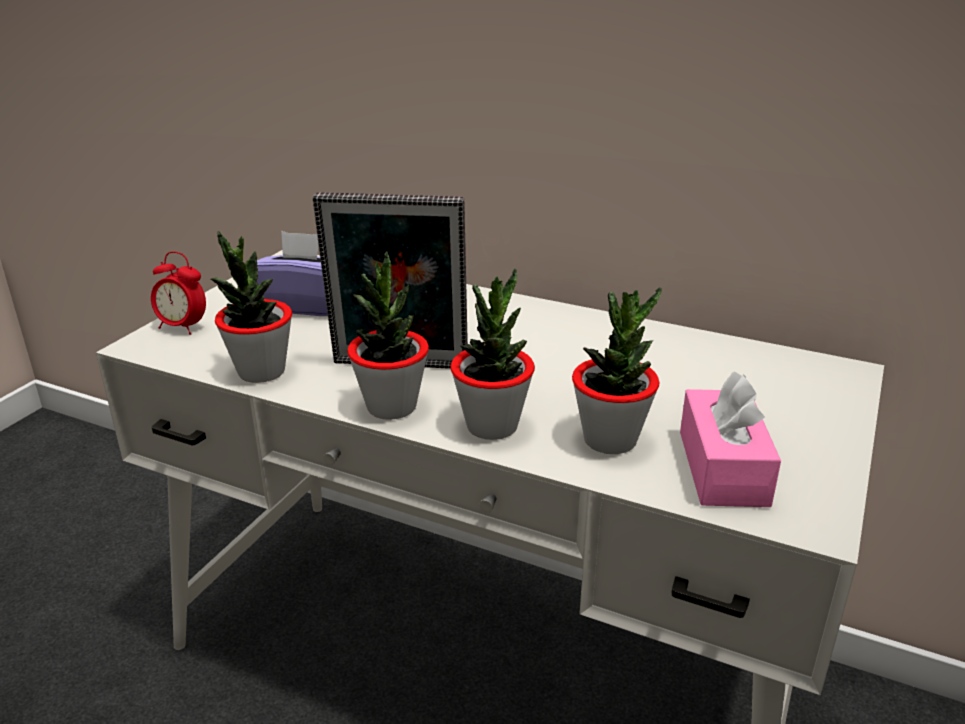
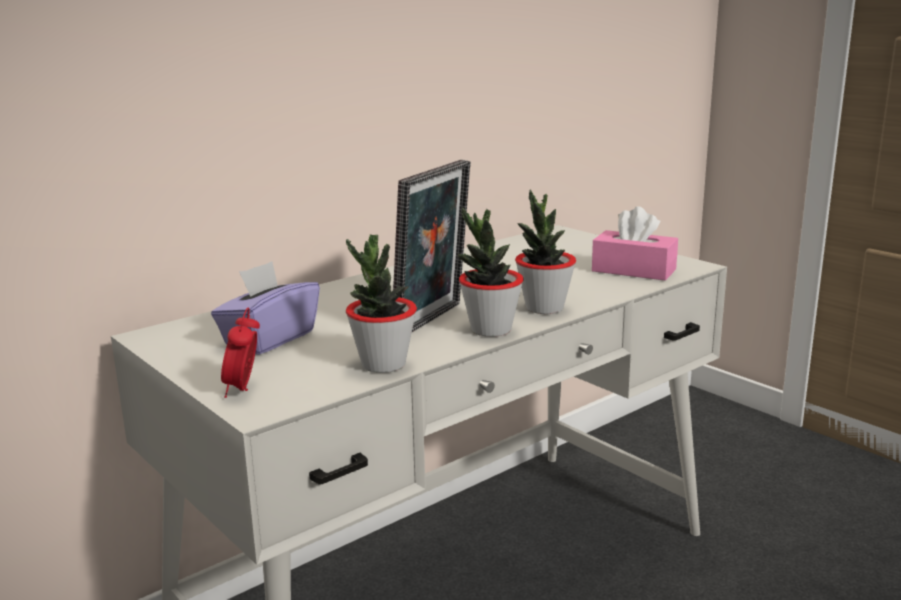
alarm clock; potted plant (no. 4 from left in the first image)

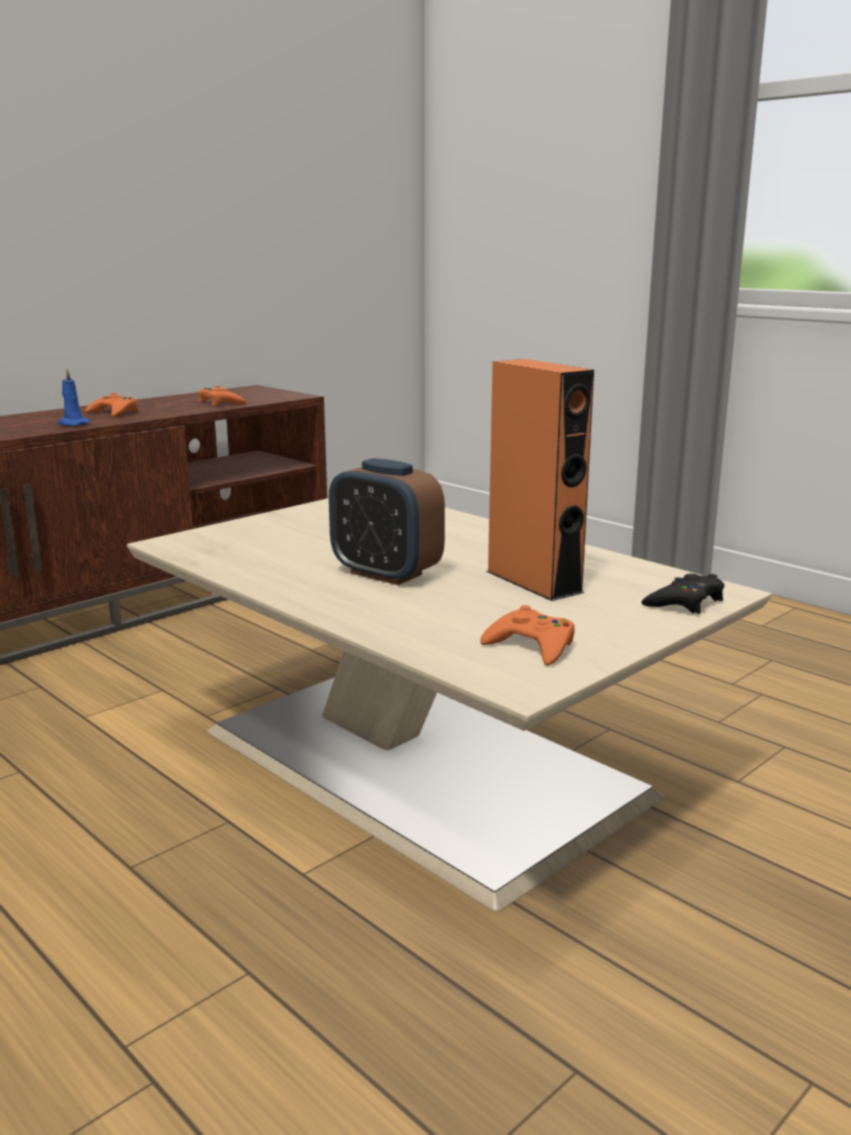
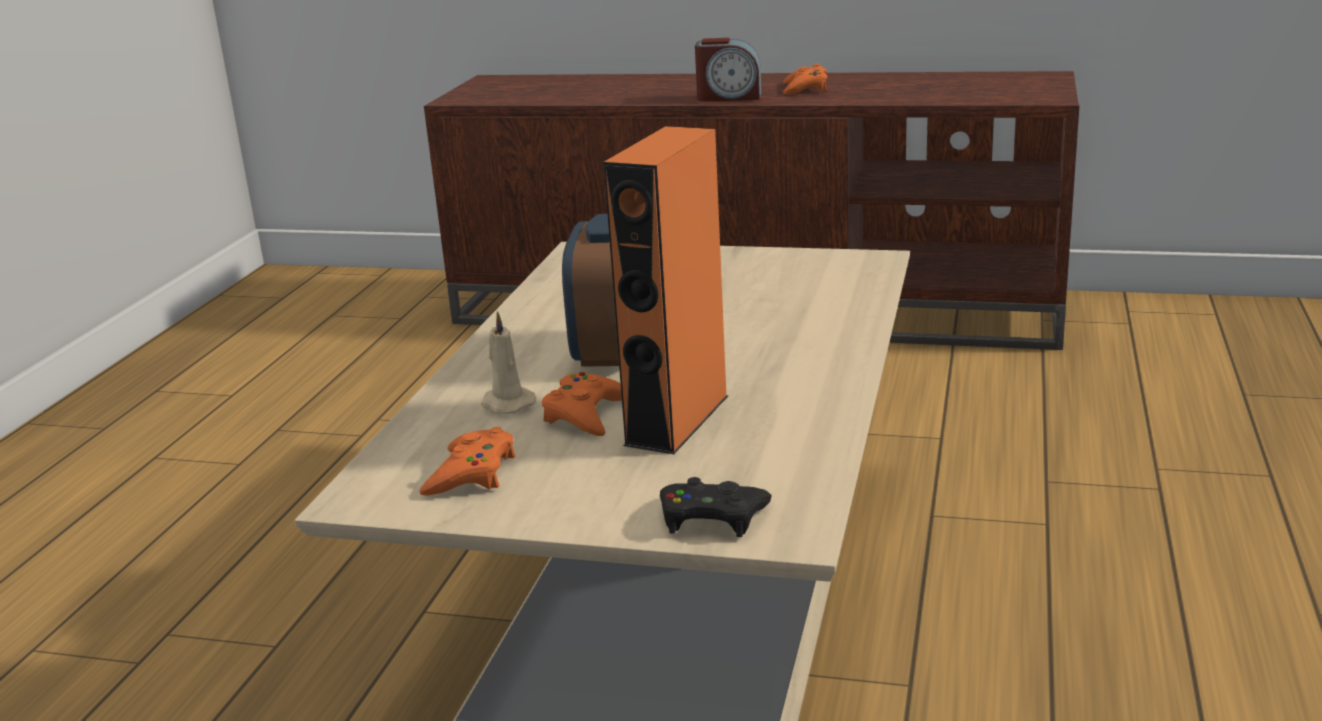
alarm clock (no. 2 from left); game controller (orange) (no. 2 from left); candle (beige)

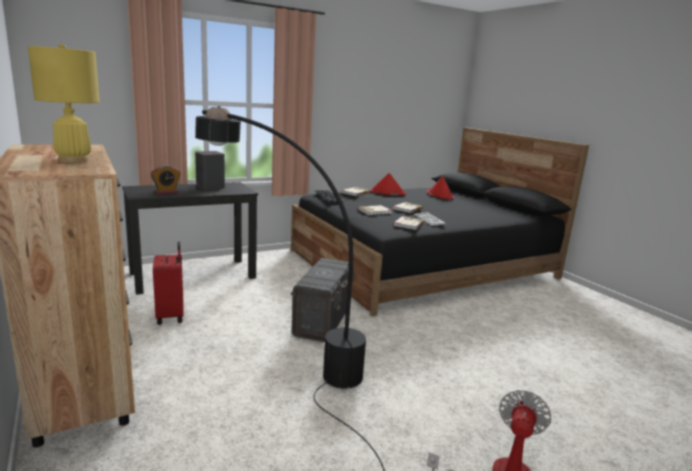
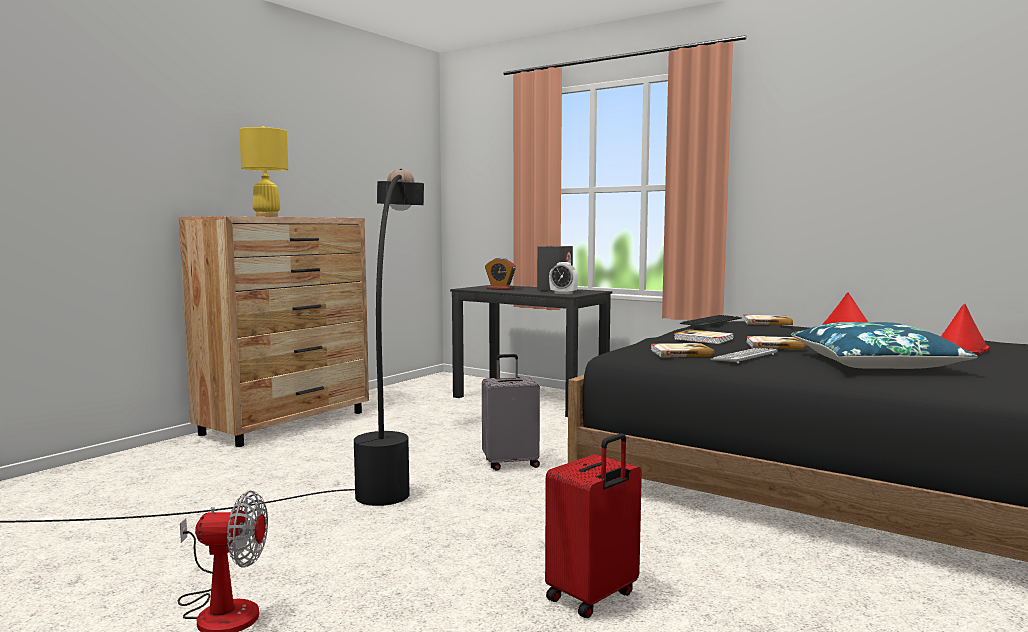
suitcase (red); suitcase (grey); alarm clock (no. 2 from left); pillow (blue)

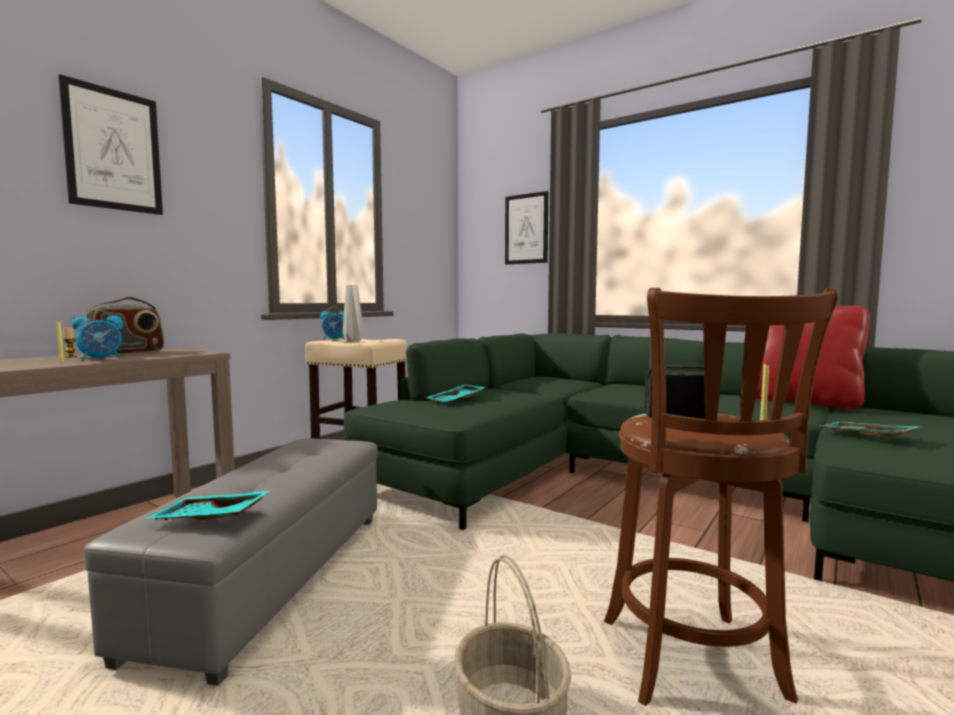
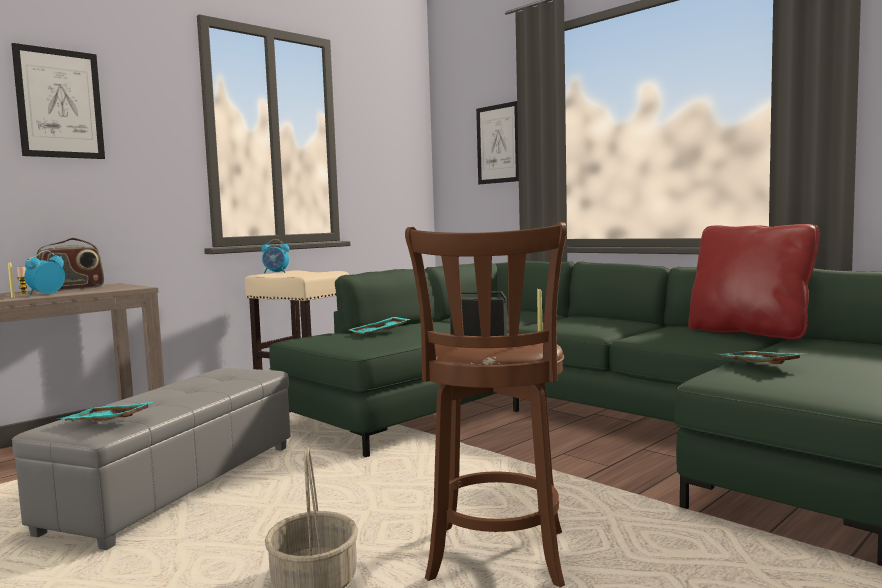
vase (grey); alarm clock (no. 1 from left)

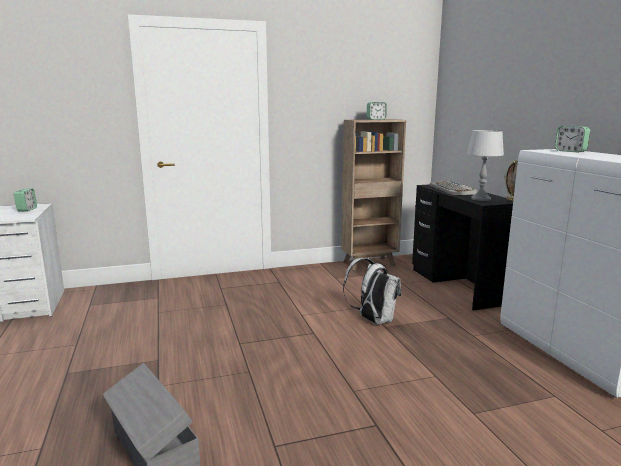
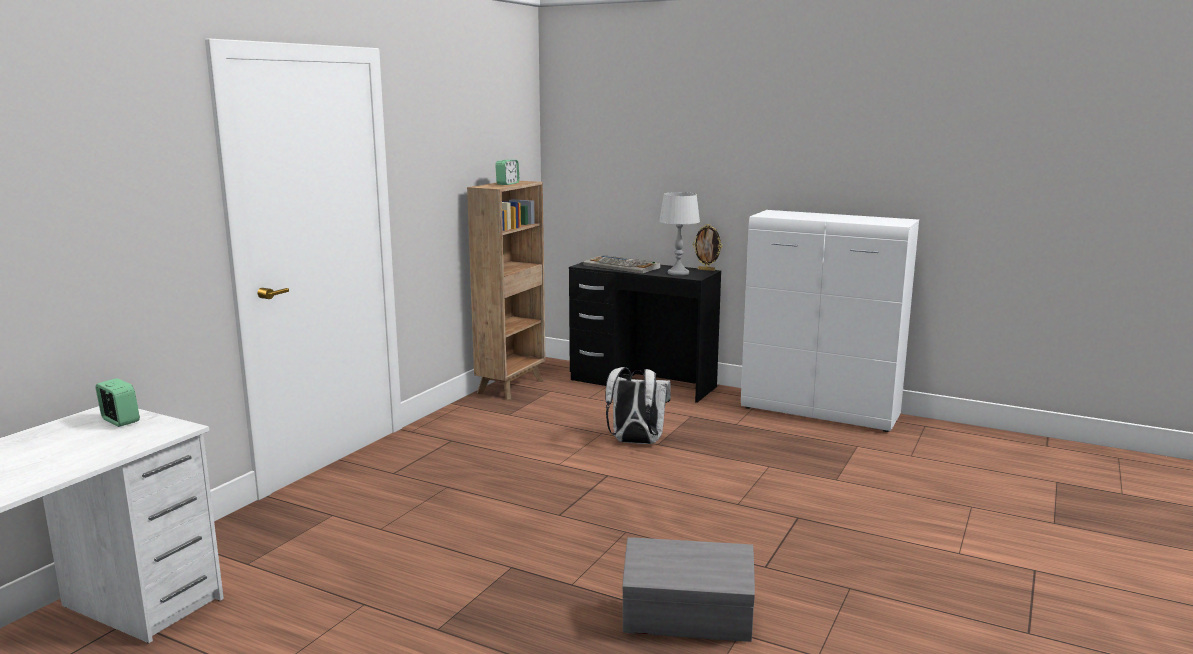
alarm clock (no. 3 from left in the first image)

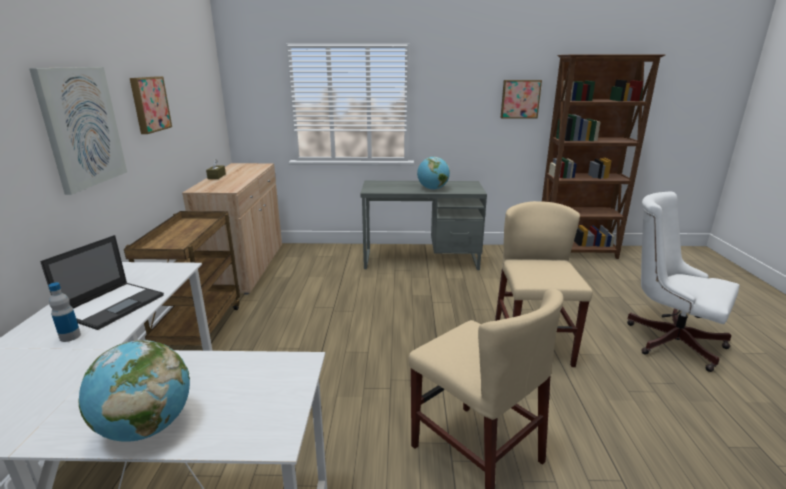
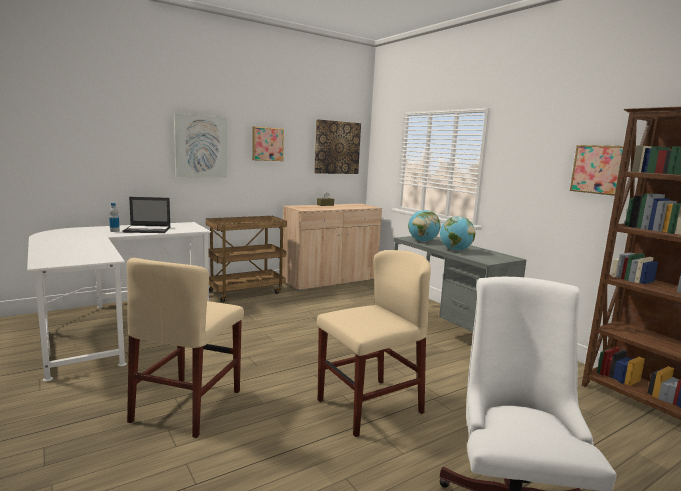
globe (no. 1 from left); picture (no. 3 from left)

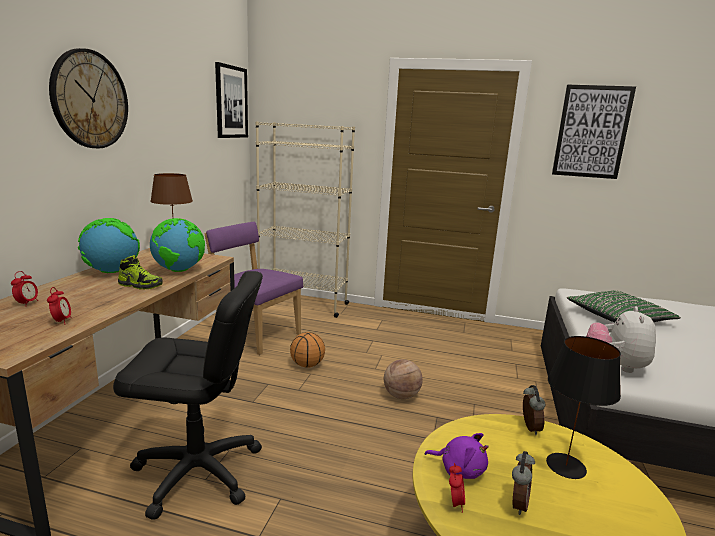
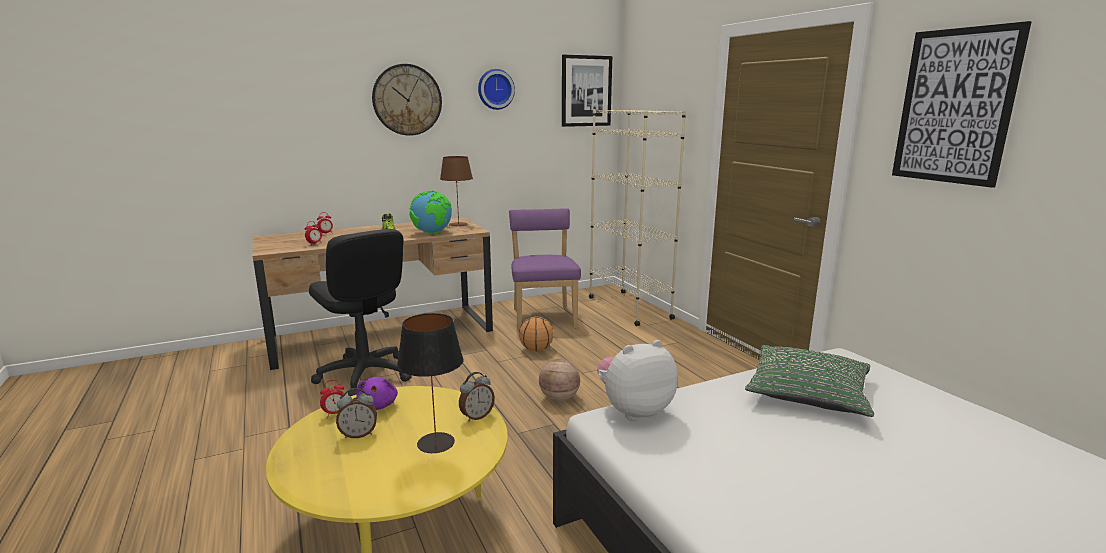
globe (no. 1 from left in the first image); wall clock (no. 2 from left)

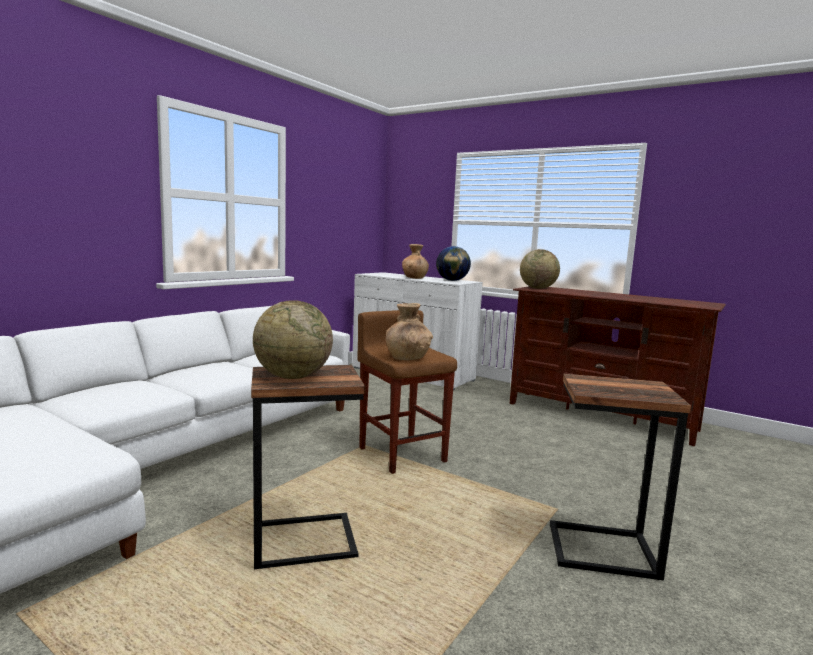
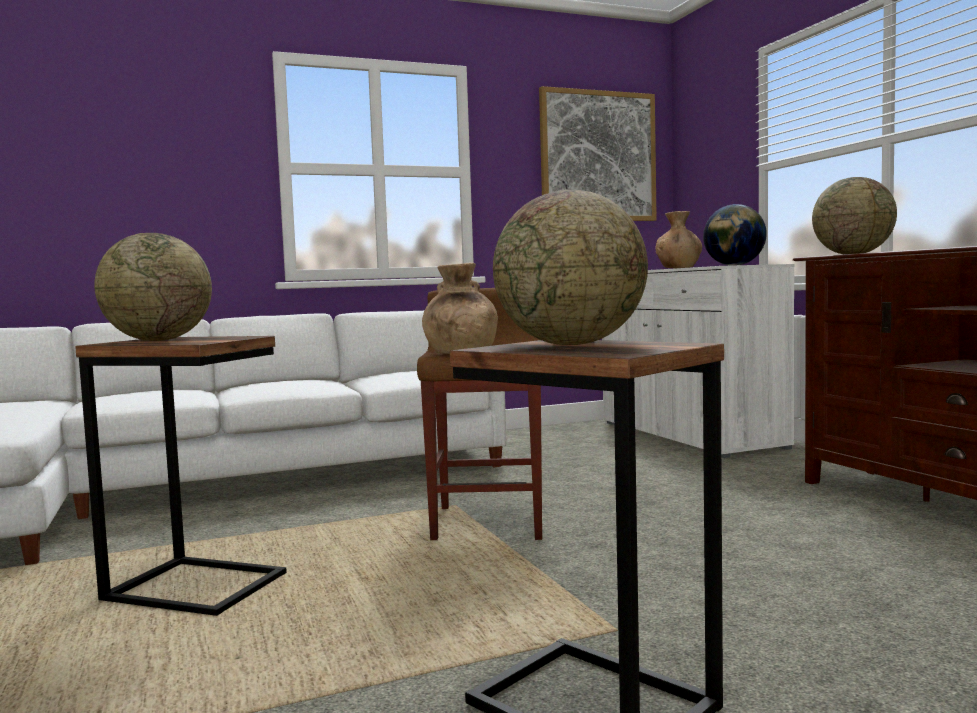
picture; globe (no. 2 from left)

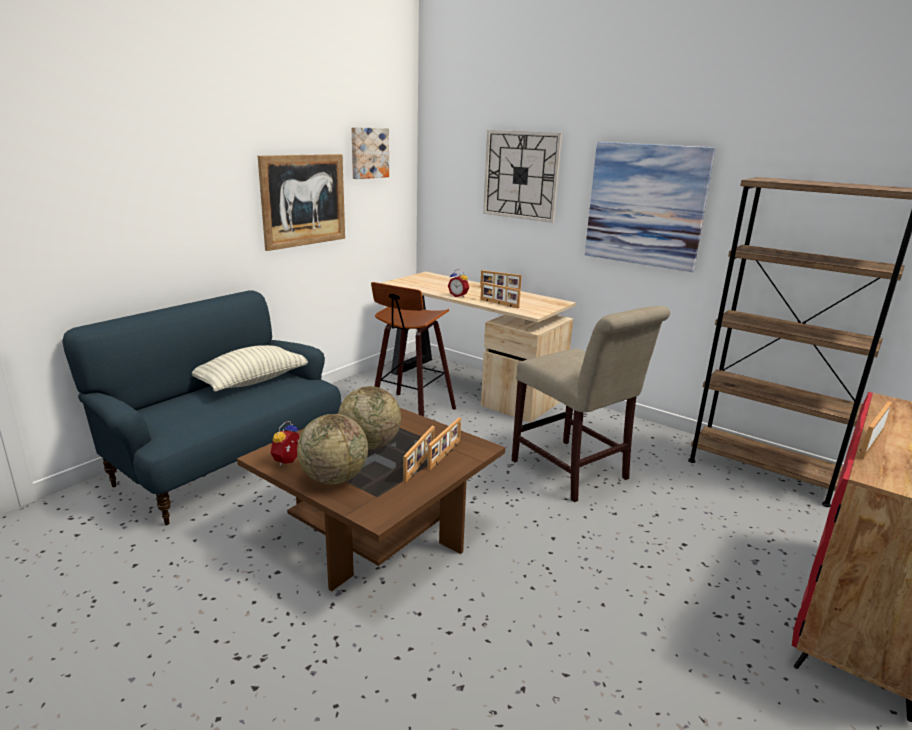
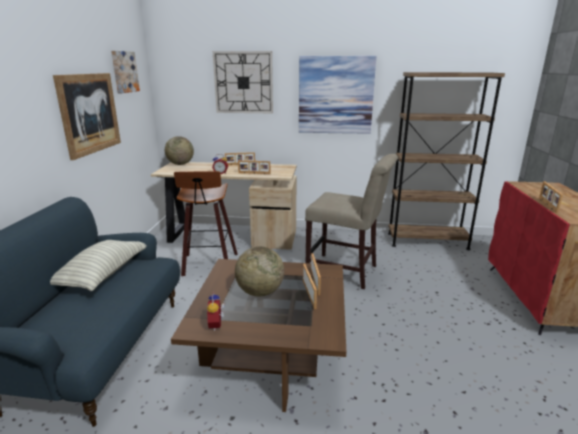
globe (no. 1 from left)

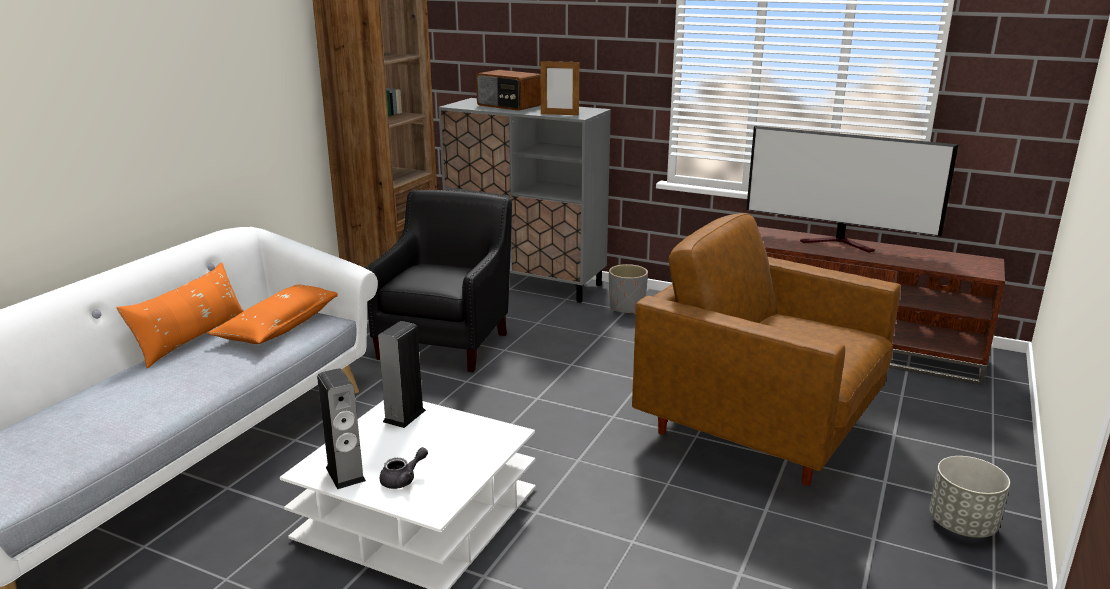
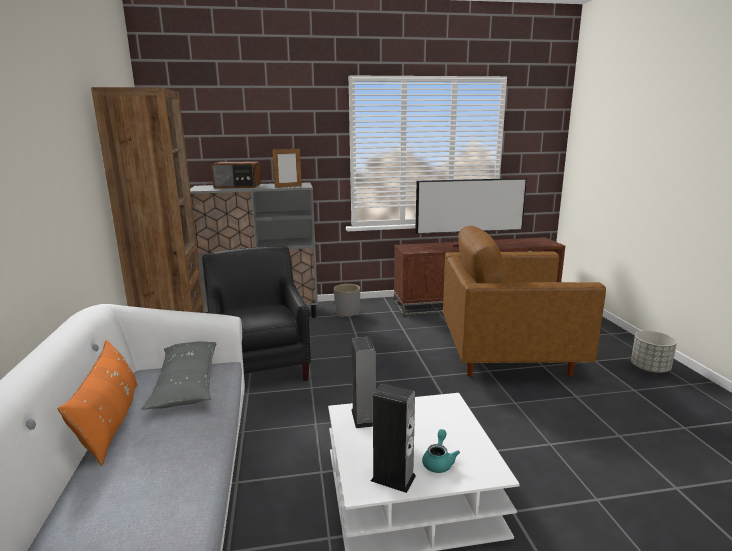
pillow (grey); teapot (turquoise)

